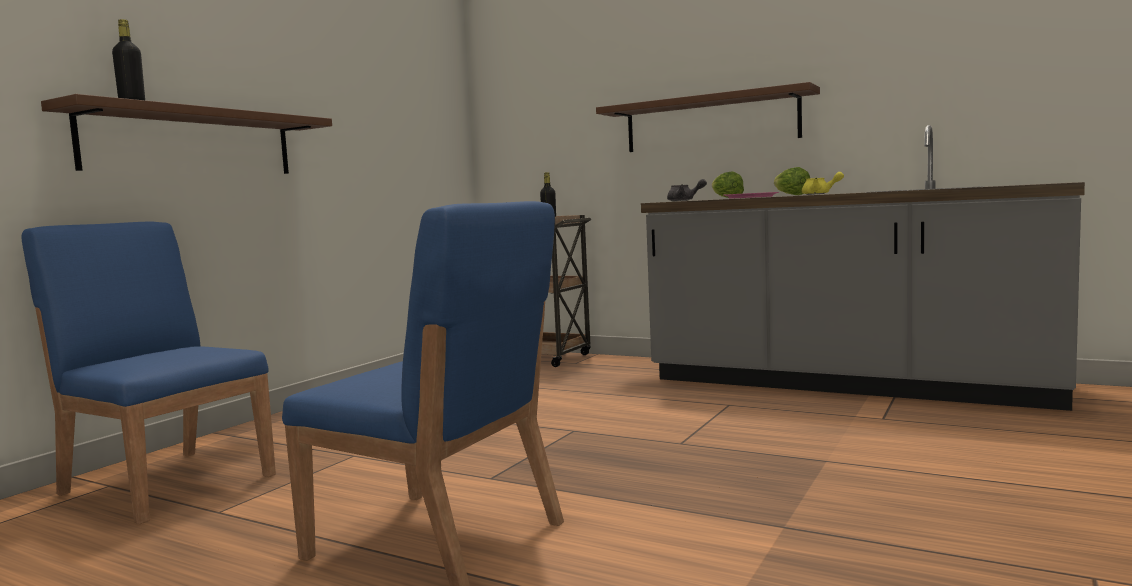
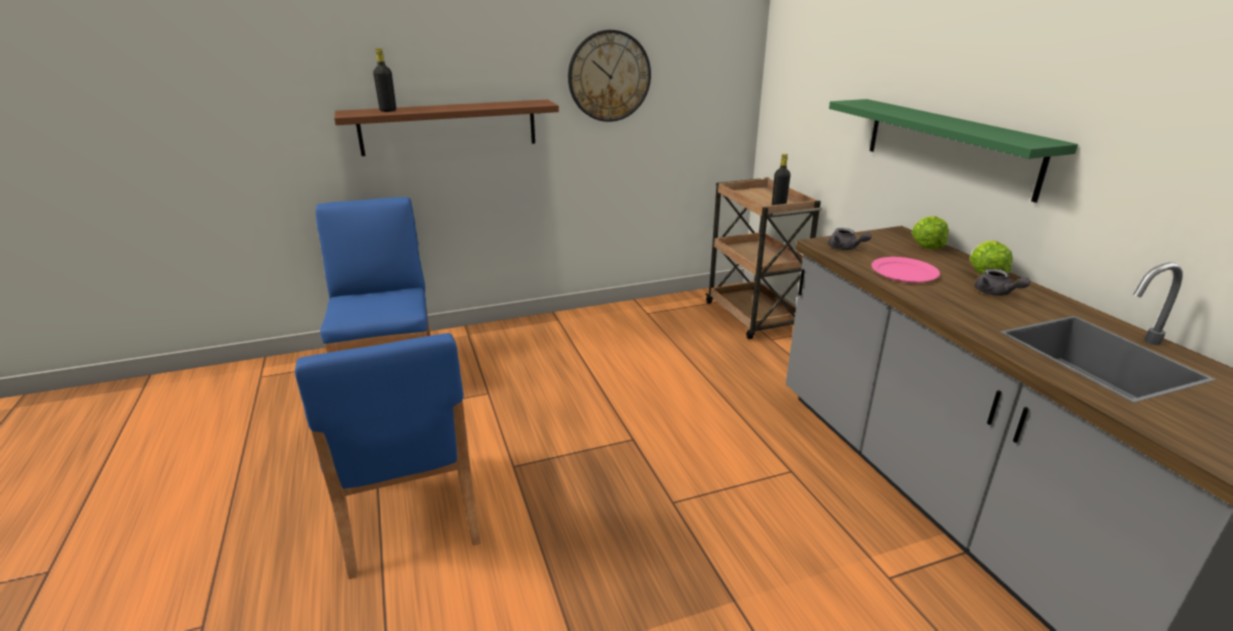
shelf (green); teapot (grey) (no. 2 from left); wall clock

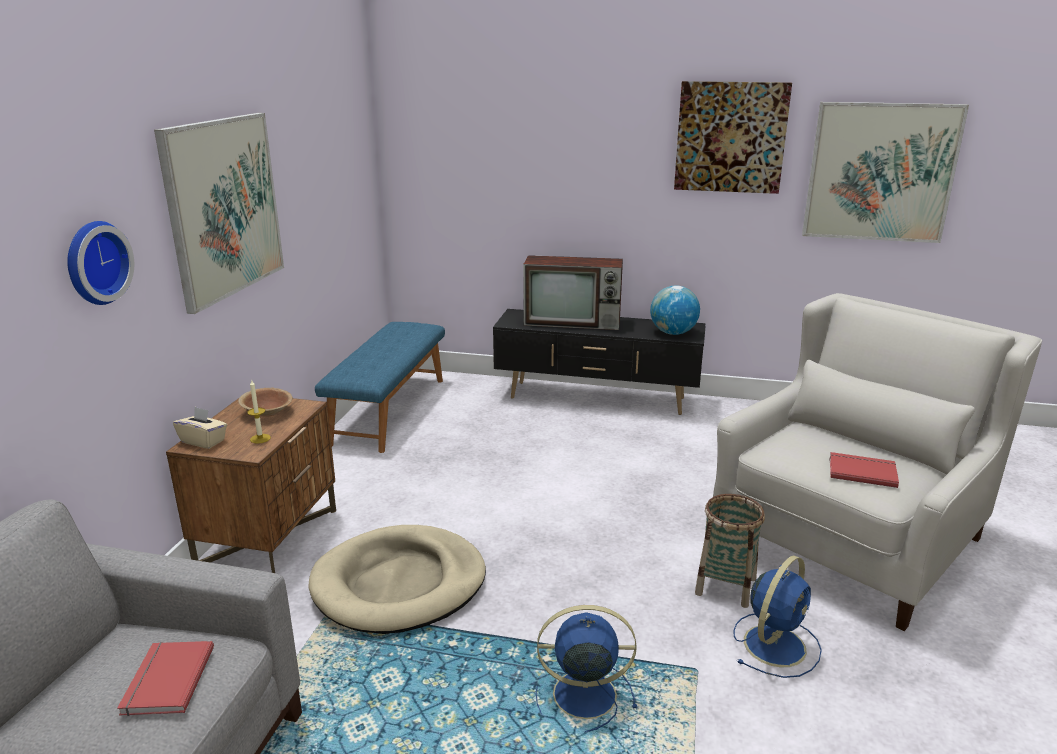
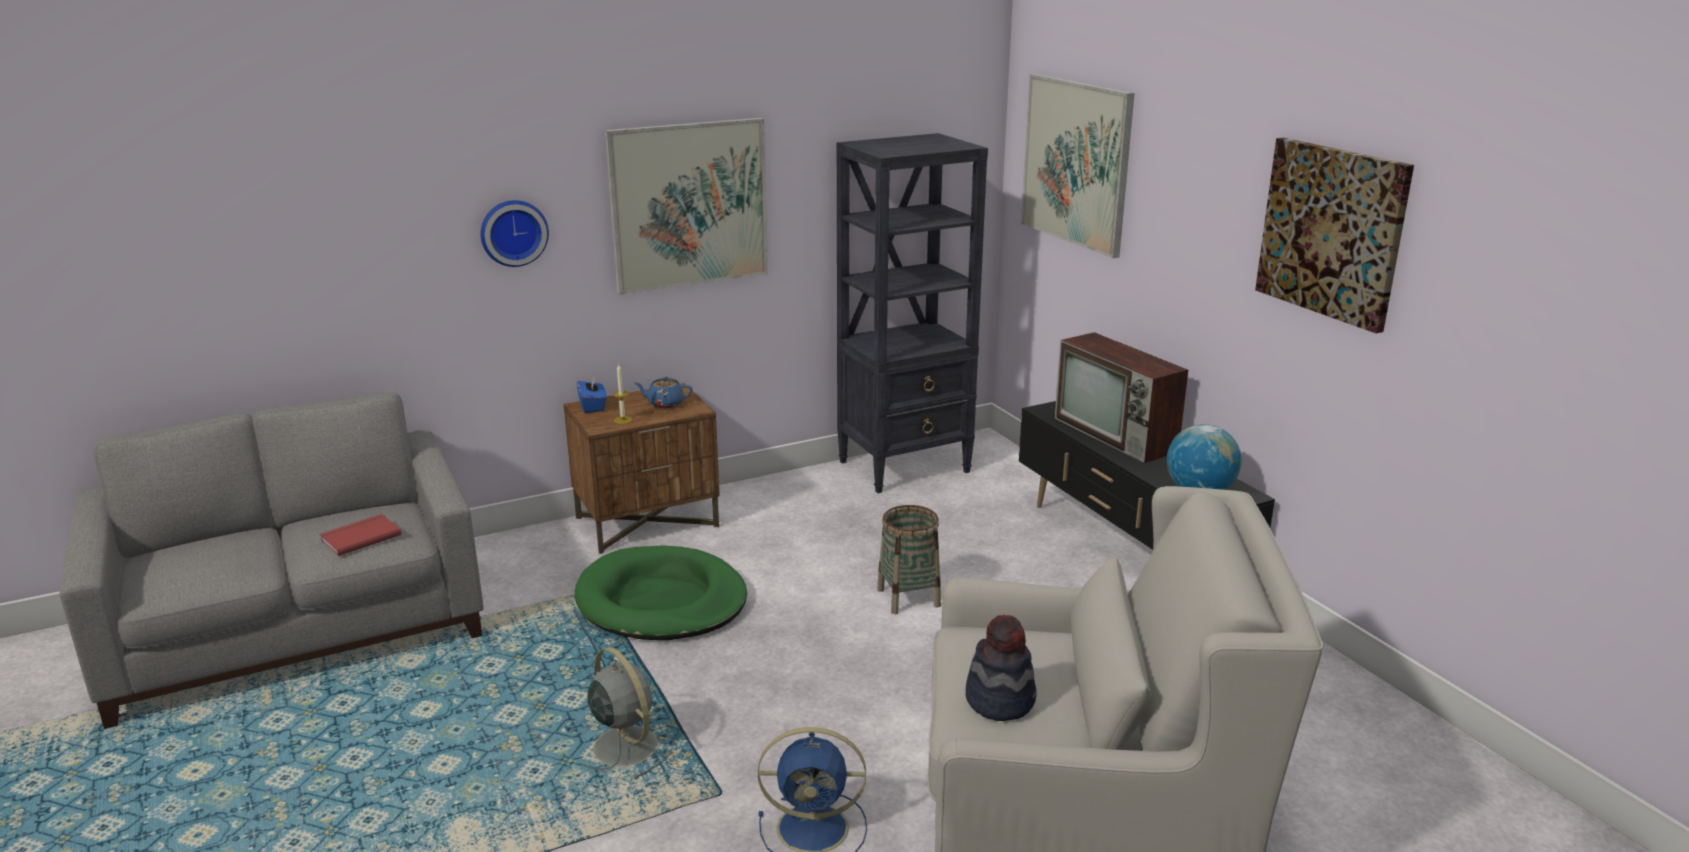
picture (no. 2 from left); bookcase (black); teapot (blue); tissue box (blue); hat; basket; dog bed (green); fan (grey)

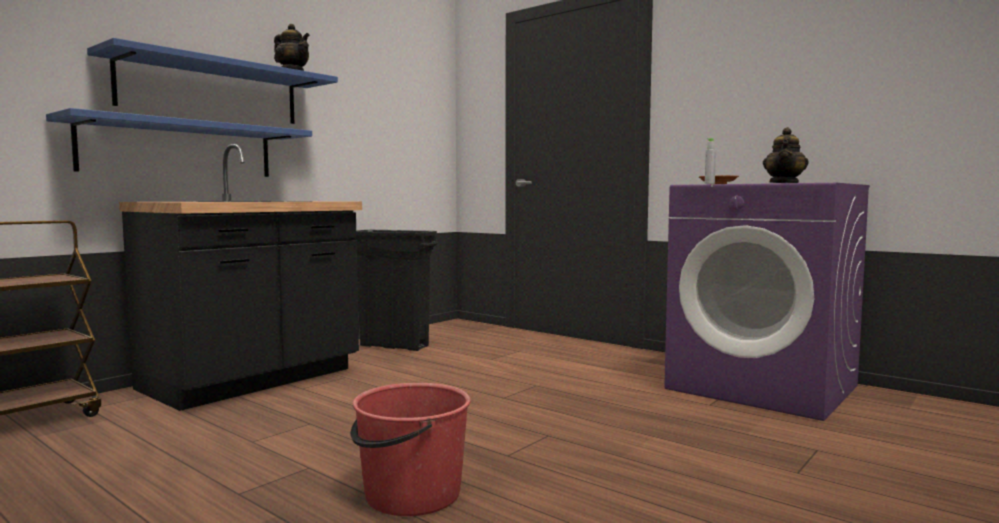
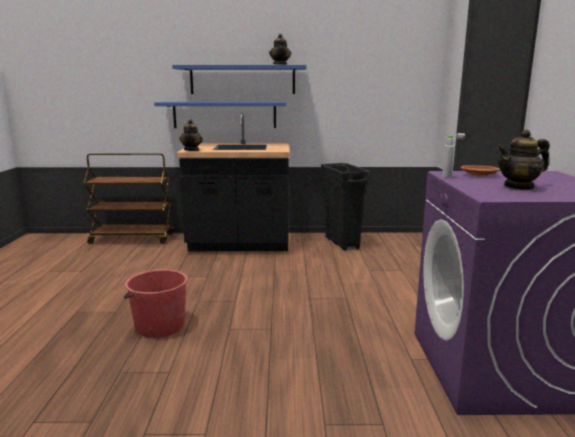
teapot (no. 1 from left)

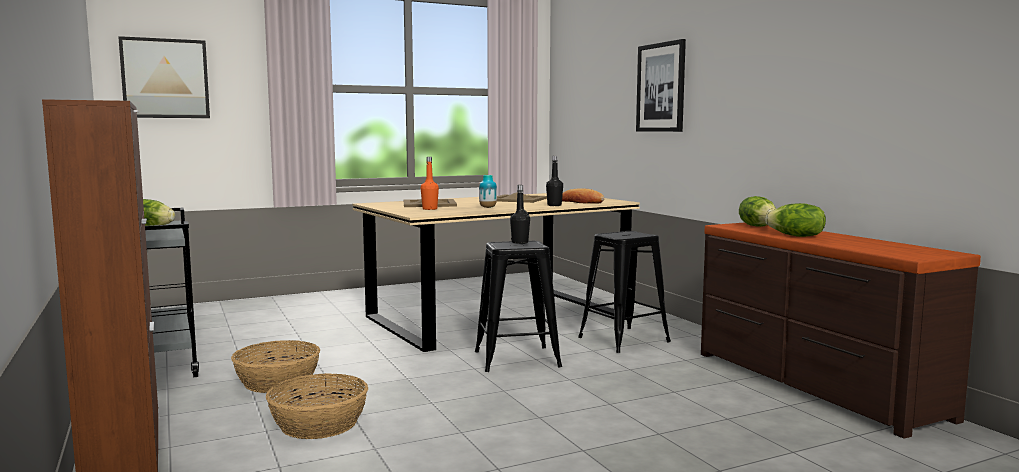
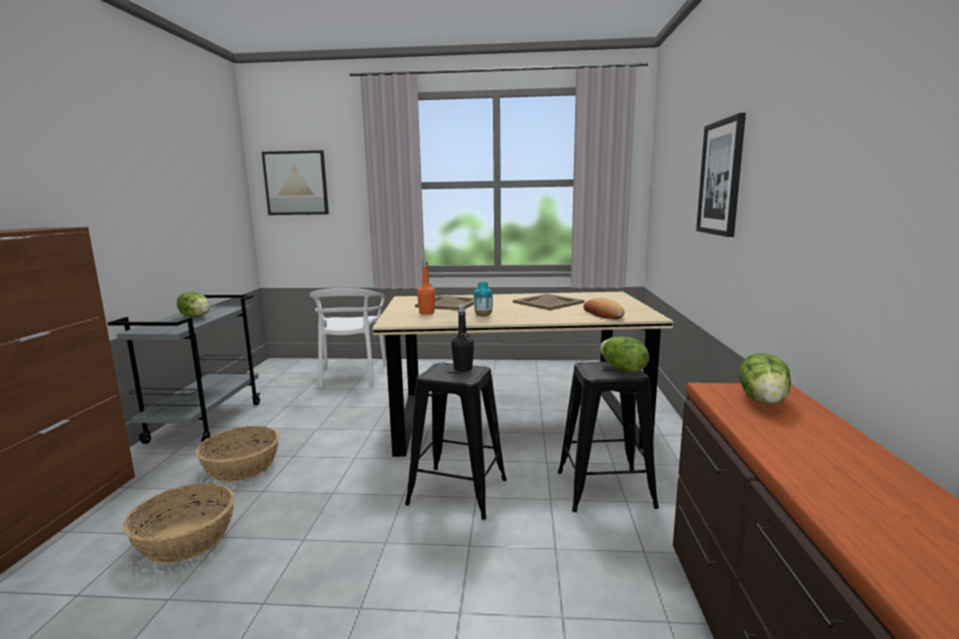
bottle (black) (no. 2 from left in the first image); lettuce (no. 2 from left); chair (white)

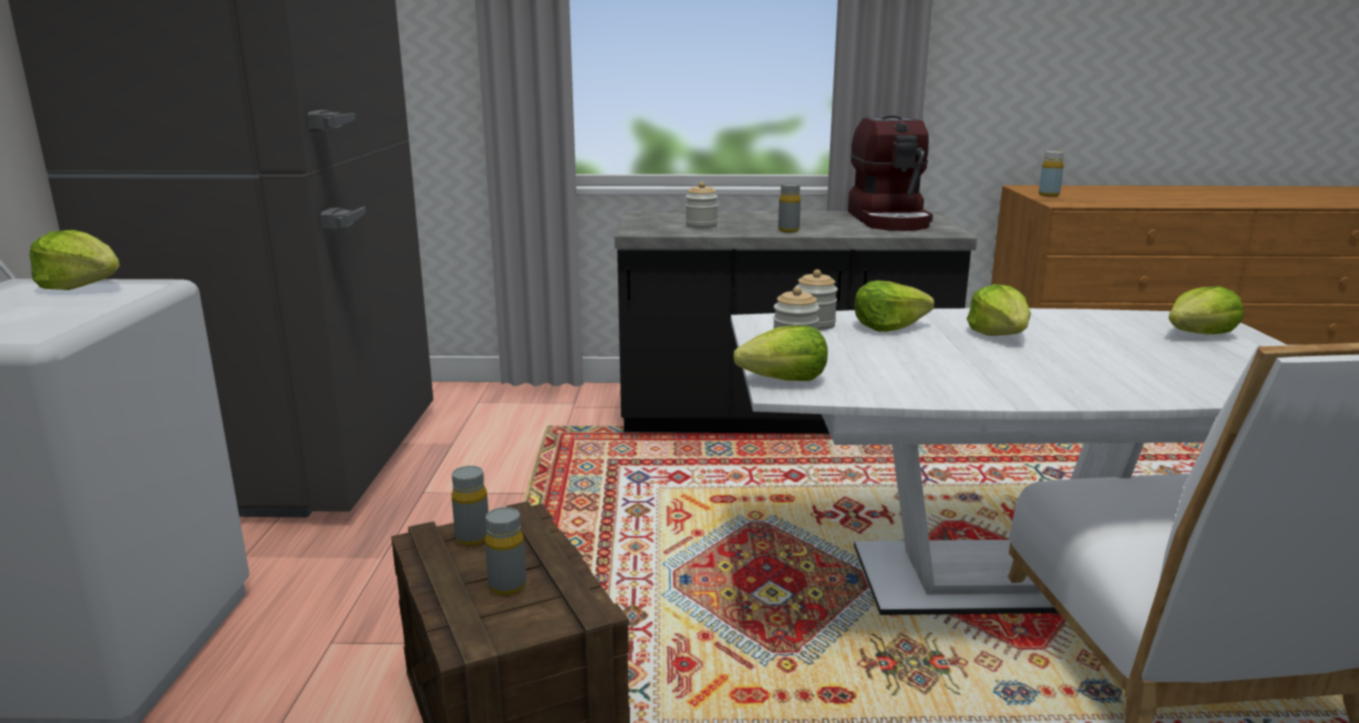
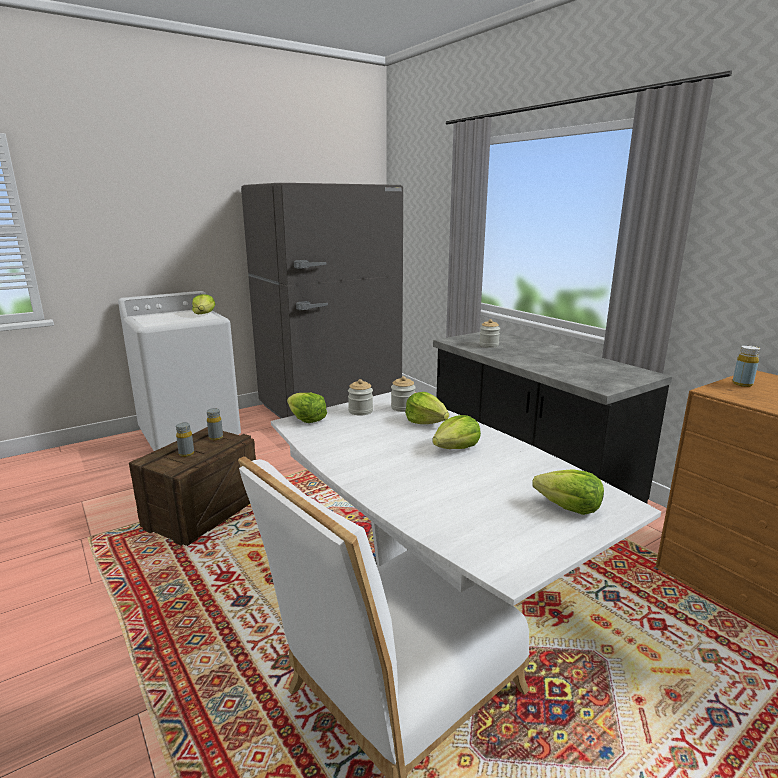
coffee machine; bottle (grey) (no. 3 from left in the first image)

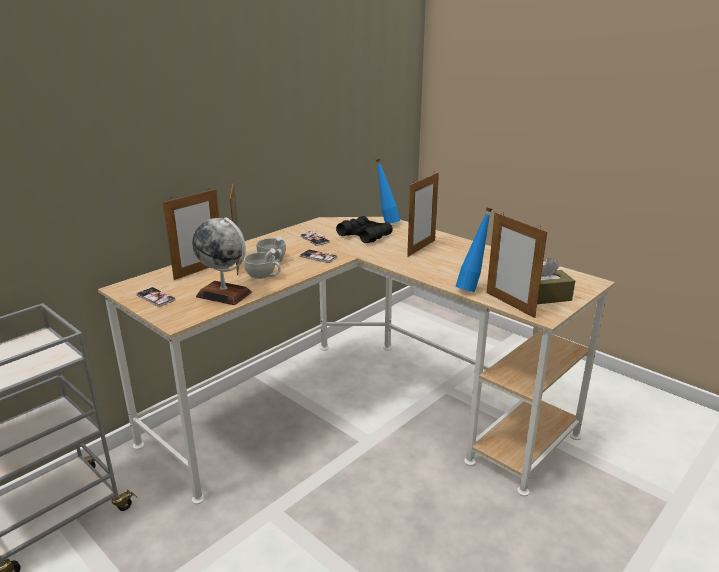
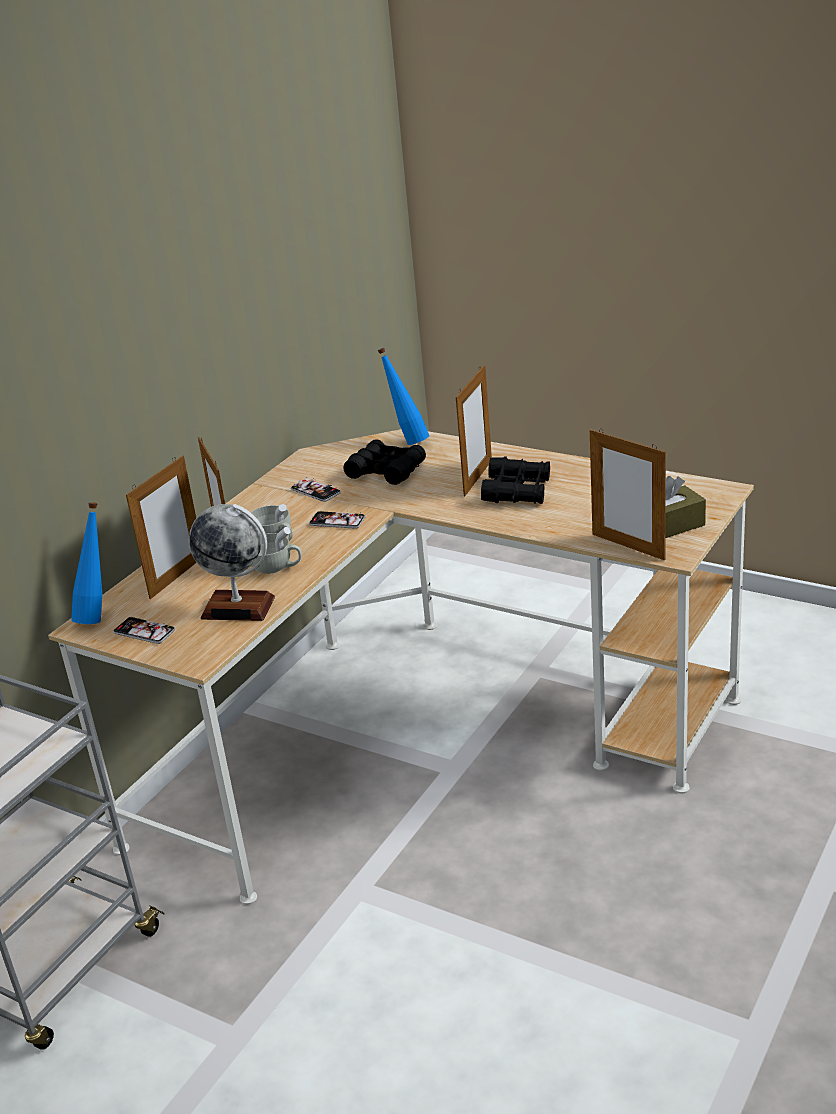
bottle (blue) (no. 1 from left); binoculars (black) (no. 2 from left)

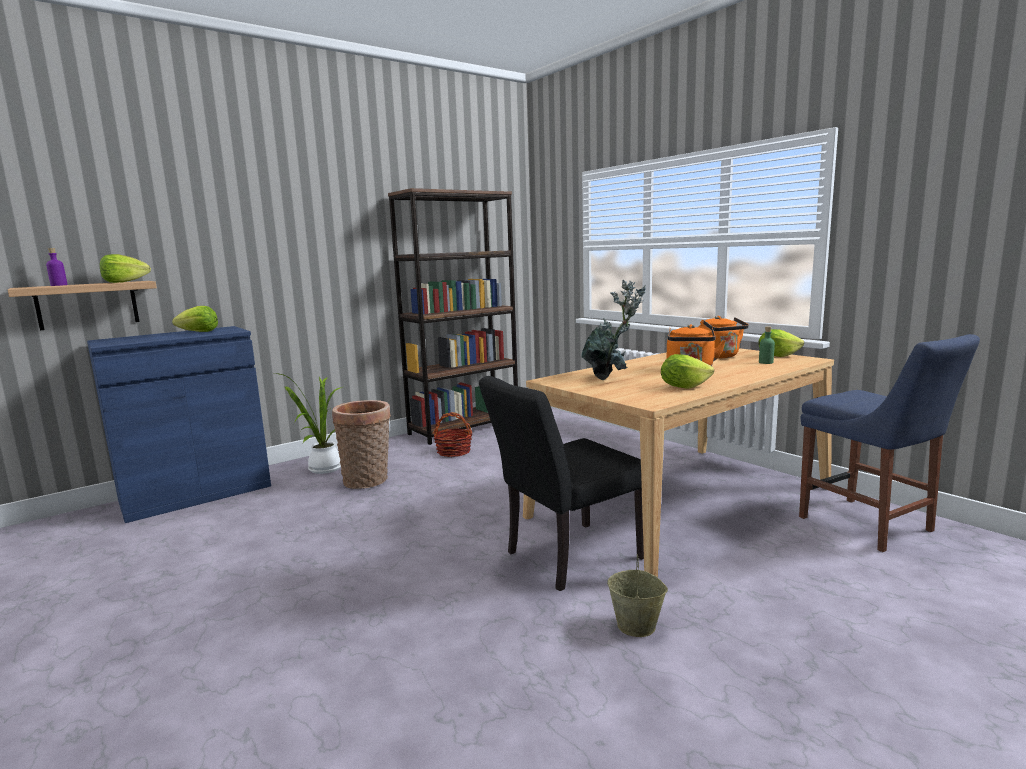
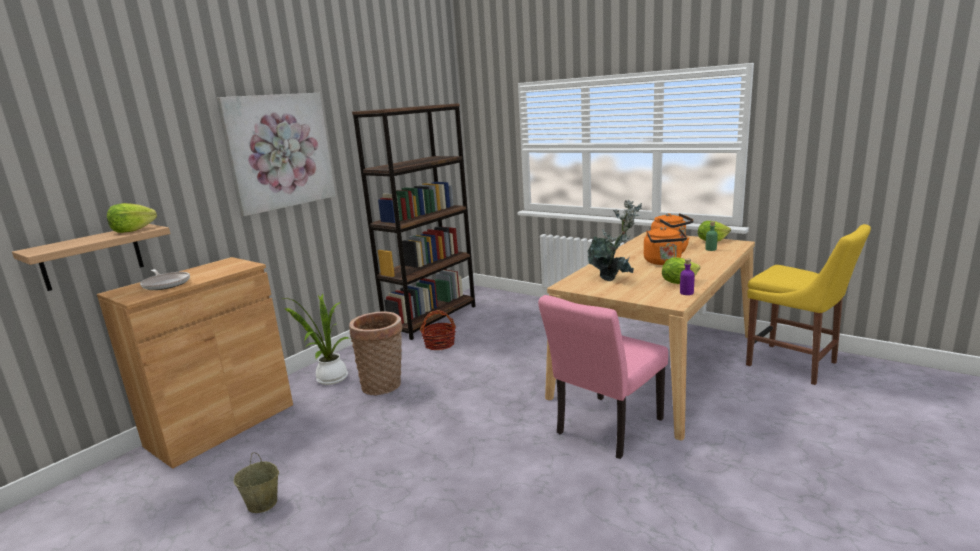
bottle (purple); lettuce (no. 2 from left in the first image); cabinet (brown); chair (yellow); chair (pink); bucket (beige); picture; frying pan

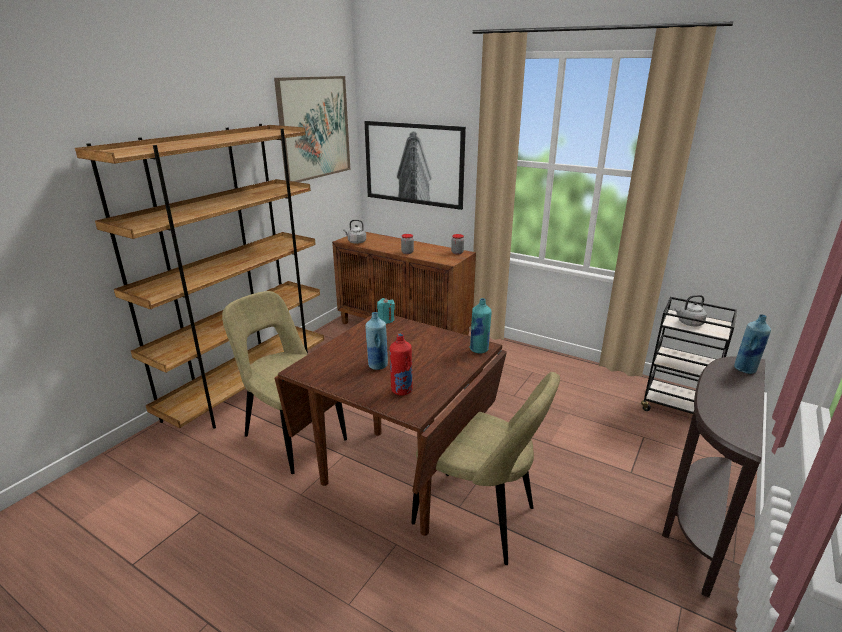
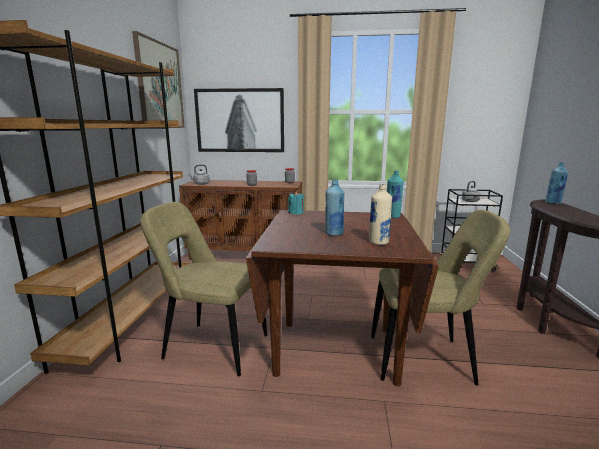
bottle (beige)

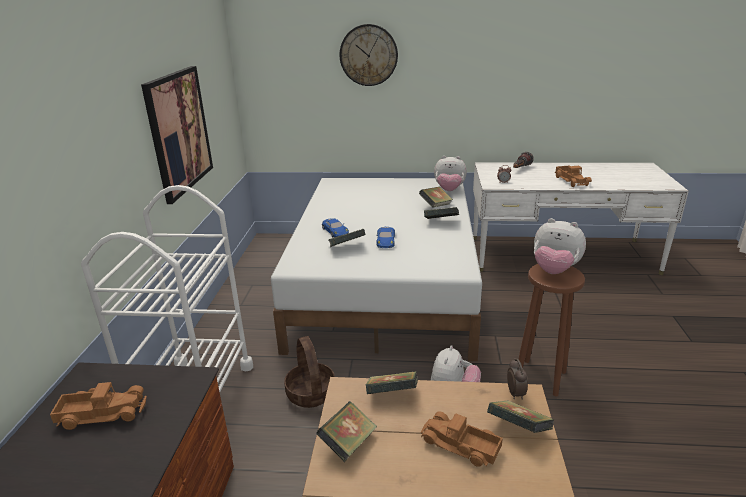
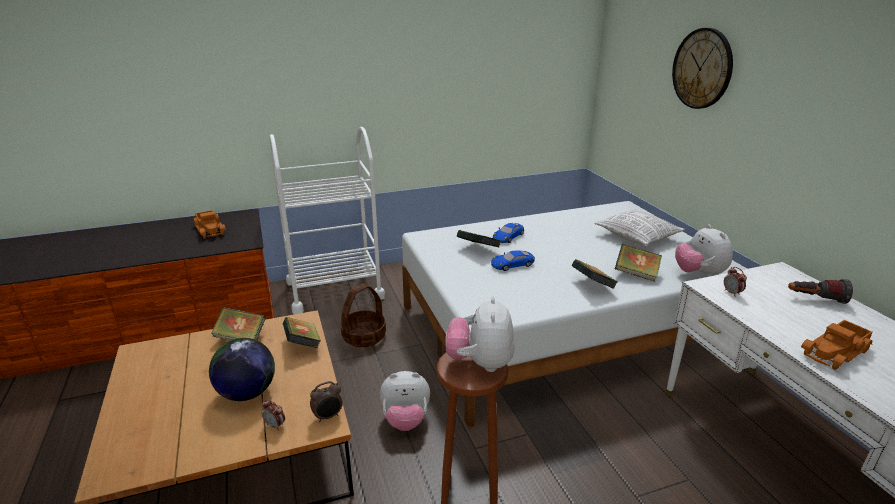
picture; alarm clock (no. 1 from left); globe; pillow

